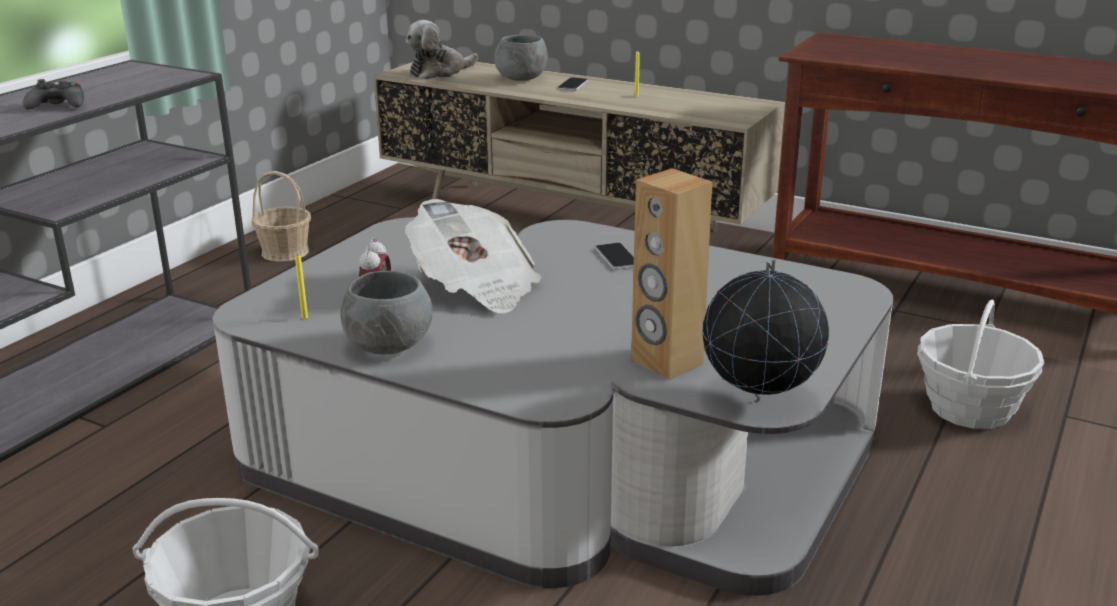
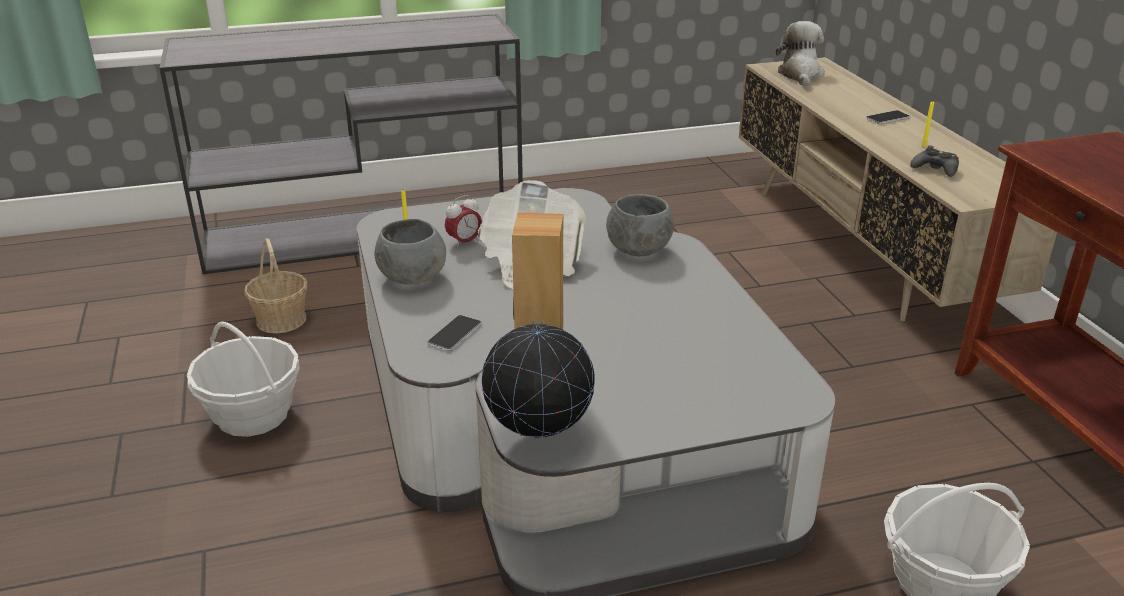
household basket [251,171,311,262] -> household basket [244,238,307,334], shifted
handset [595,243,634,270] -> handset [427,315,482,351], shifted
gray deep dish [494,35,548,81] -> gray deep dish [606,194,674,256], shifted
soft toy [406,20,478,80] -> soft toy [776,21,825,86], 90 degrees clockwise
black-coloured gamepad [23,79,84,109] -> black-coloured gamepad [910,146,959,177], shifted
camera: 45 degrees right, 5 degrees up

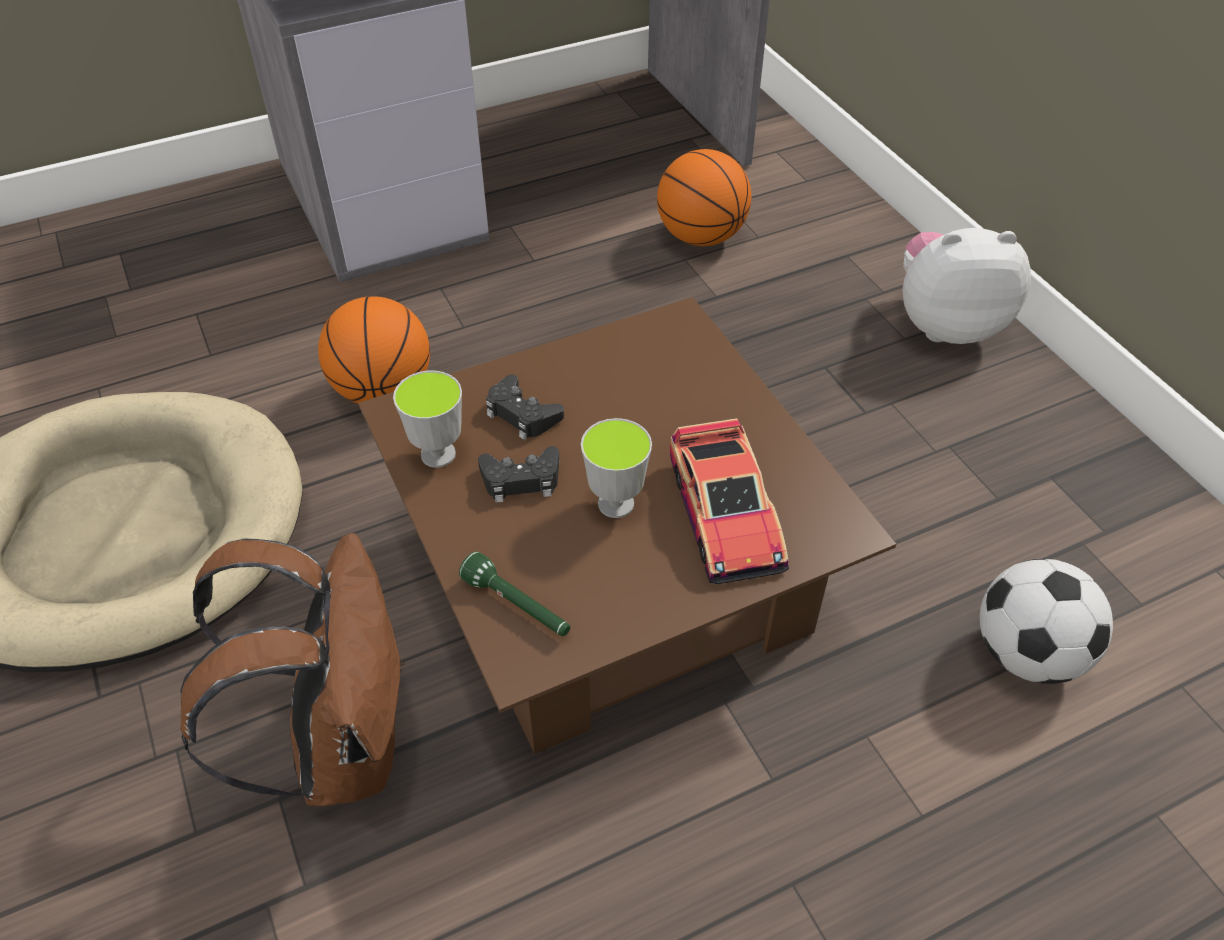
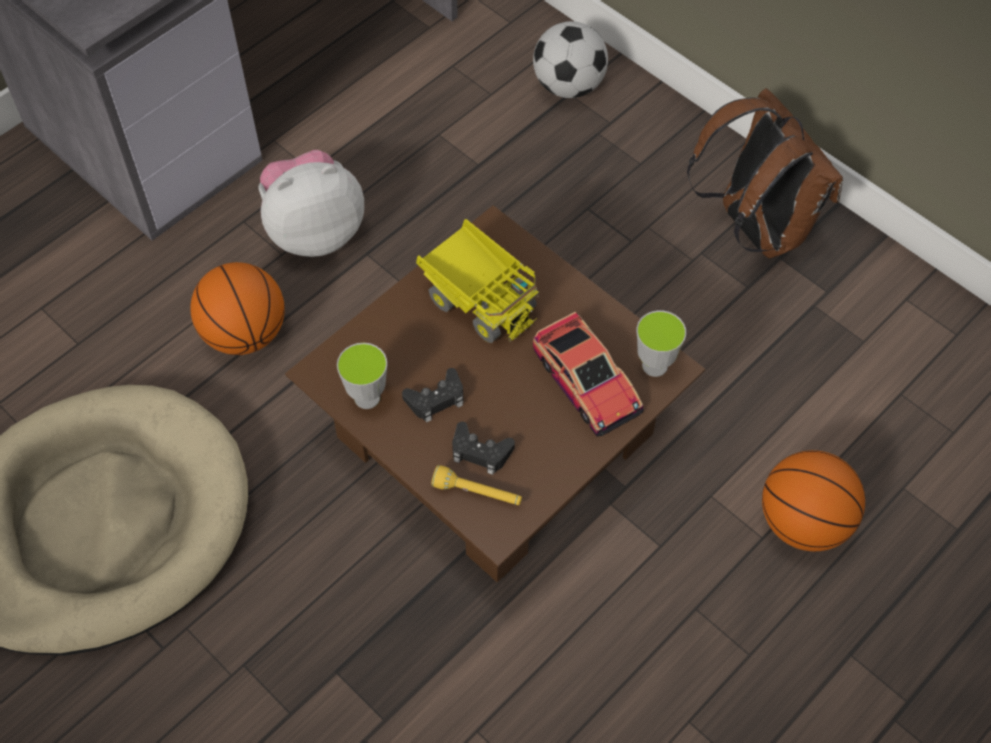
soft toy [902,228,1031,344] -> soft toy [258,150,364,257], shifted
none -> toy truck [416,219,539,343]
greenish torch [459,551,570,636] -> yellow-coloured torch [431,465,522,505]
black-coloured gamepad [486,374,564,440] -> black-coloured gamepad [452,422,515,475], shifted
football ball [980,559,1113,684] -> football ball [533,21,608,98], shifted
cup [581,418,652,518] -> cup [637,310,686,377], shifted
brownish rucksack [180,533,405,806] -> brownish rucksack [687,88,843,258], shifted
basketball ball [657,149,751,246] -> basketball ball [762,450,865,551], shifted
camera: 20 degrees left, 10 degrees up

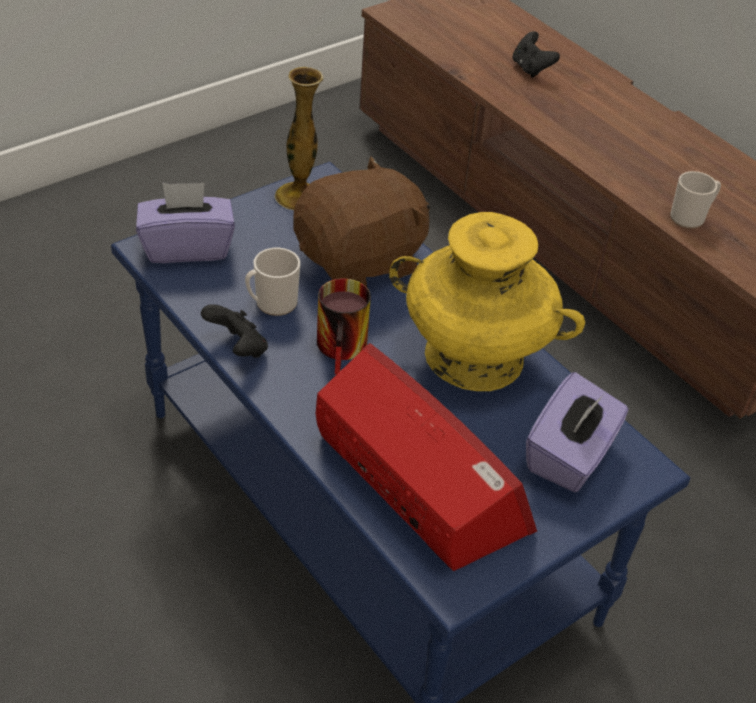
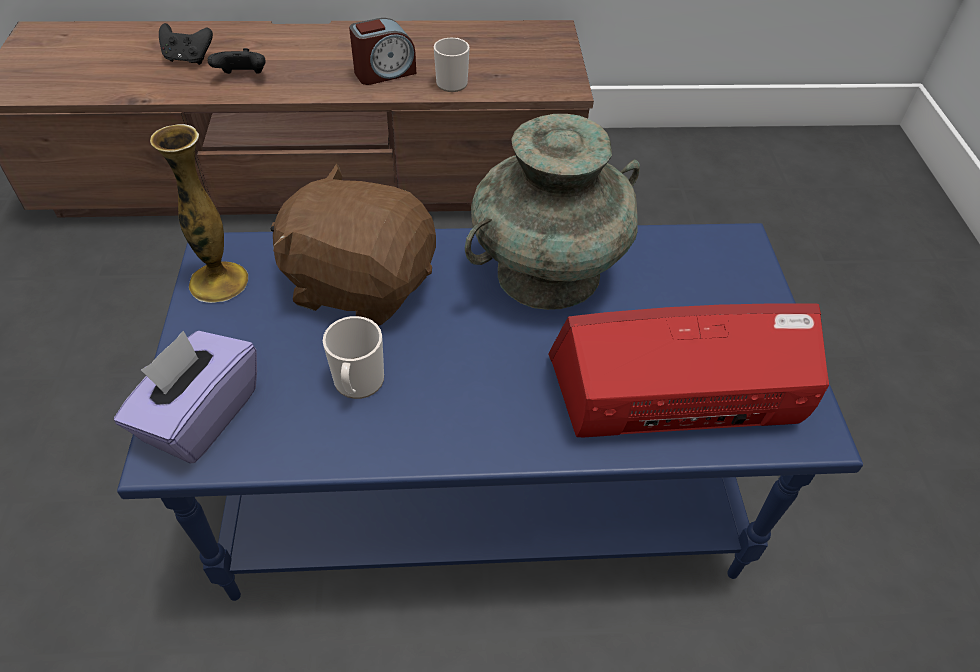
black-coloured gamepad [201,304,268,358] -> black-coloured gamepad [208,48,266,74], shifted
brownish soft toy [293,156,430,287] -> brownish soft toy [270,164,436,326], 75 degrees counterclockwise
none -> bedside clock [349,18,416,85]
yellow-coloured vase [389,212,585,391] -> blue-green vase [465,114,640,310]
tea mug [317,278,371,375] -> none
purple-coloured tissue box [526,372,629,492] -> none
camera: 55 degrees left, 5 degrees up

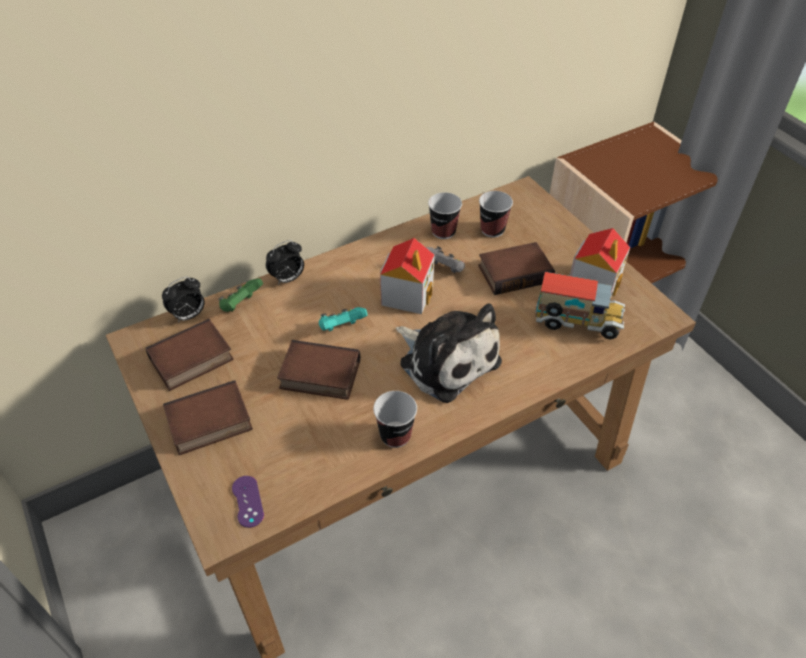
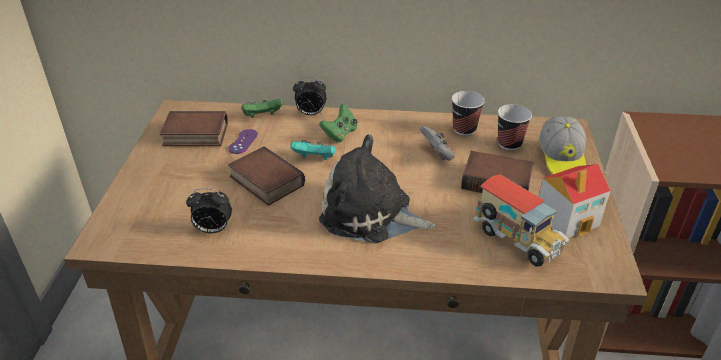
bedside clock [162,277,205,323] -> bedside clock [186,188,232,233], shifted
purple-coloured gamepad [232,476,264,528] -> purple-coloured gamepad [229,129,258,154], shifted
none -> greenish gamepad [319,104,358,142]
soft toy [396,303,502,403] -> soft toy [319,135,435,243], 120 degrees clockwise
none -> baseball cap [539,117,586,174]
book [163,380,253,455] -> none
cup [373,391,417,448] -> none
model house [380,238,435,314] -> none
camera: 35 degrees right, 10 degrees down

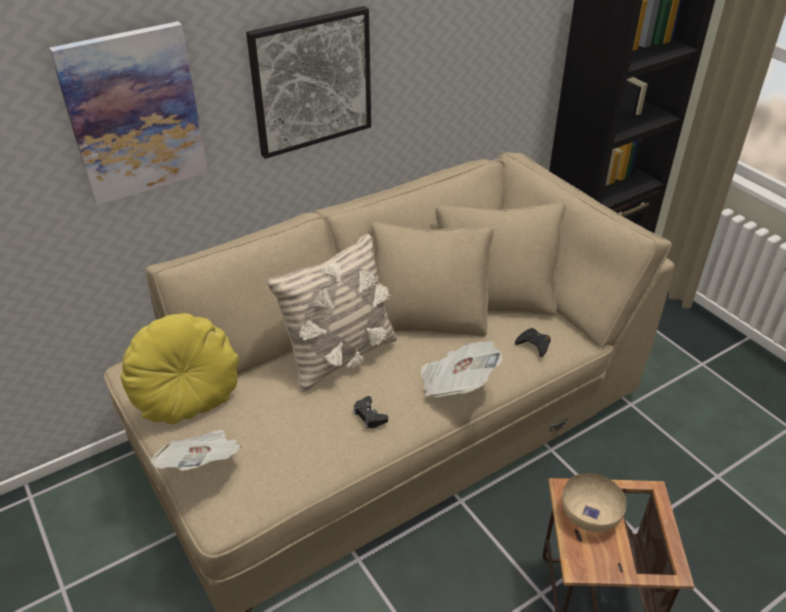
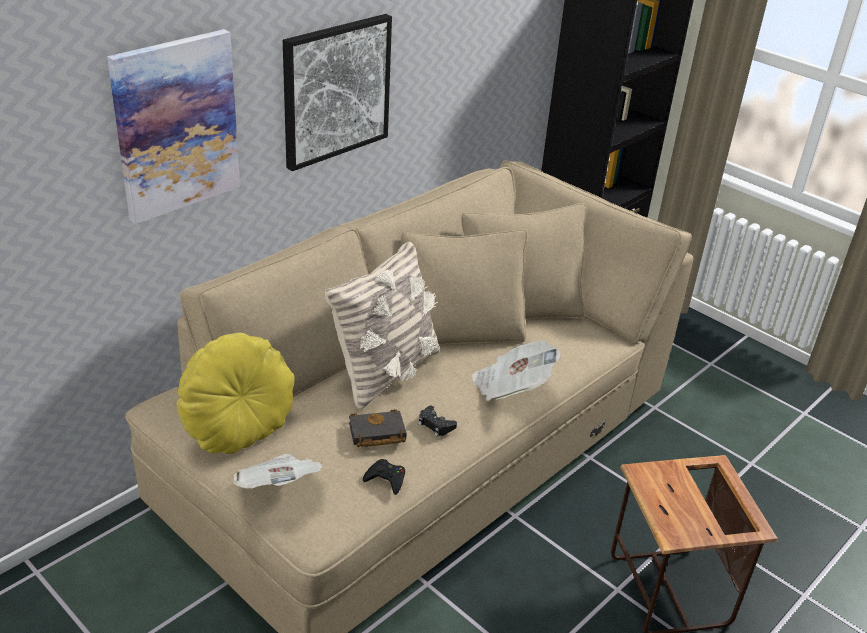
none -> black-coloured book [349,409,407,447]
black-coloured gamepad [515,328,551,357] -> black-coloured gamepad [363,459,405,495], shifted
sand-coloured deep dish [562,473,627,532] -> none
camera: 15 degrees left, 5 degrees down

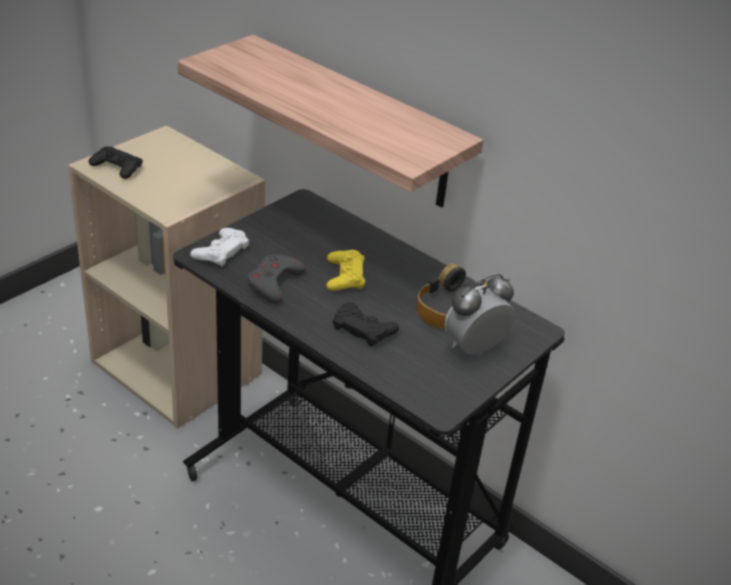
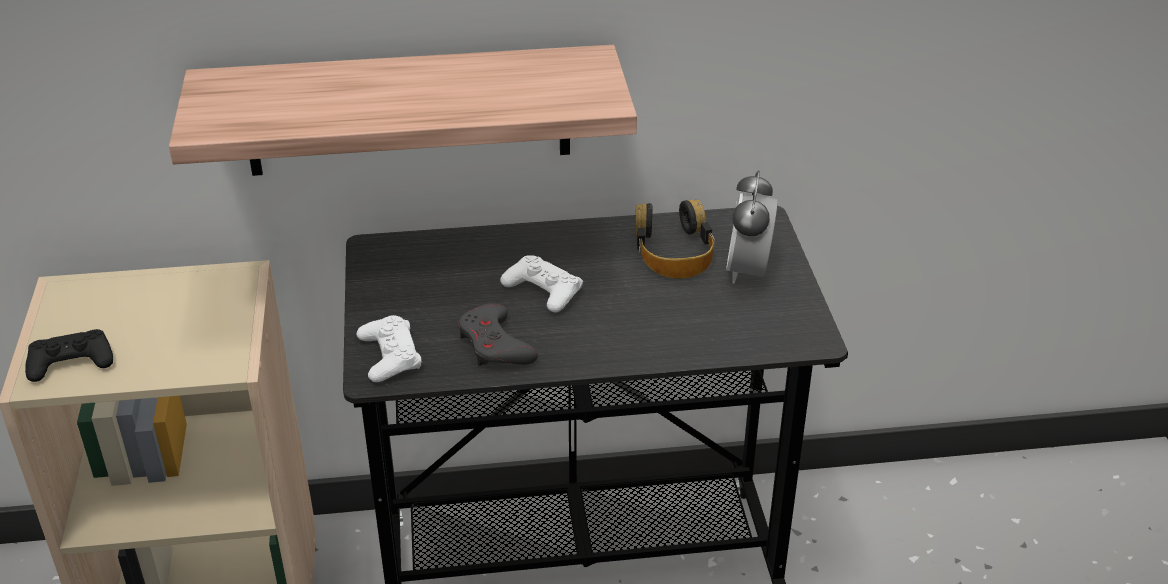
yellow-coloured gamepad [326,250,365,291] -> whitish gamepad [500,255,583,313]
black-coloured gamepad [332,302,399,347] -> none
camera: 45 degrees left, 0 degrees up

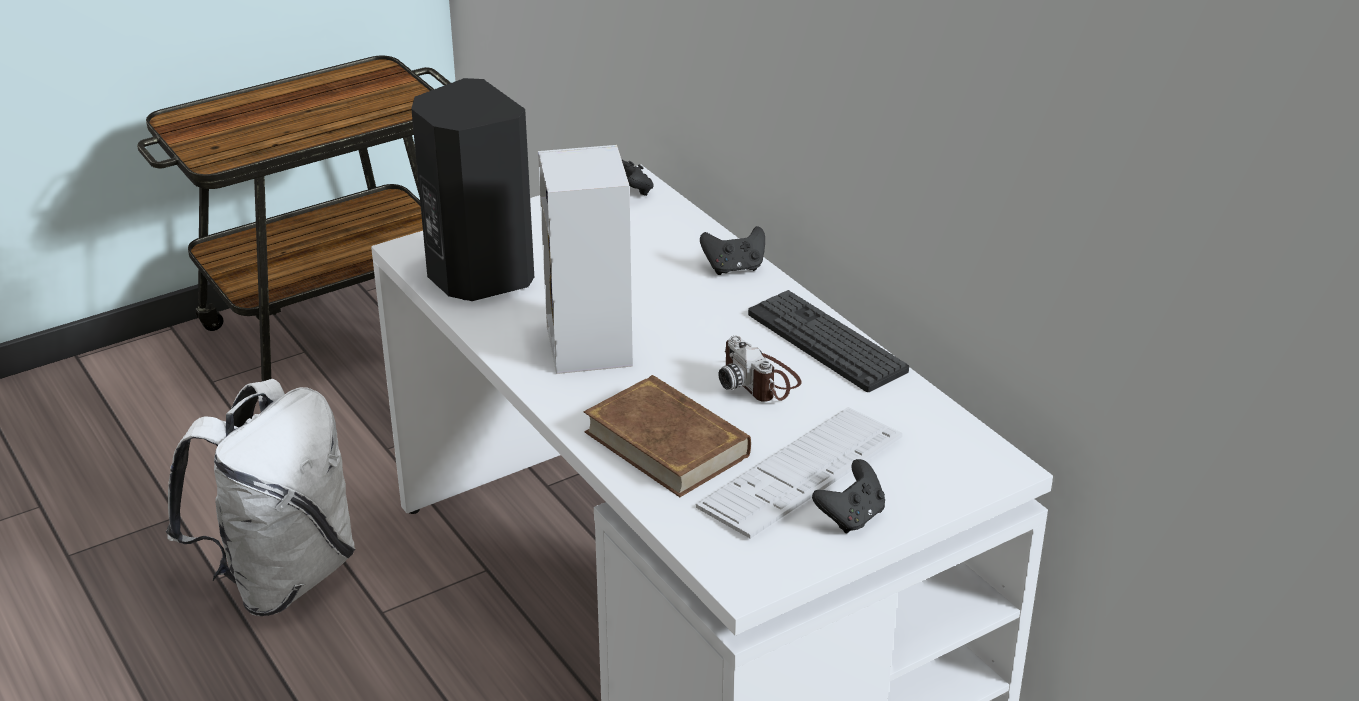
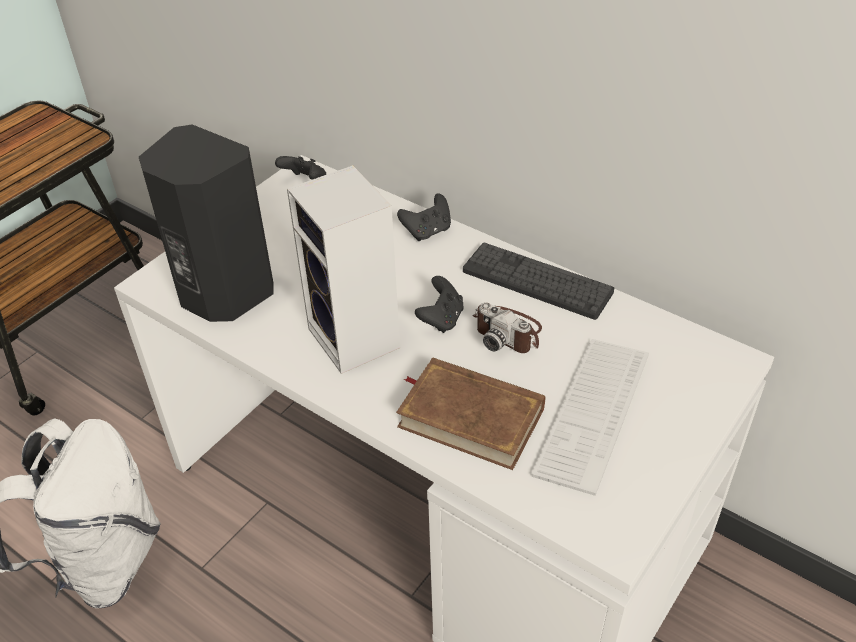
black-coloured gamepad [812,459,885,533] -> black-coloured gamepad [415,276,464,333], shifted
camera: 20 degrees left, 10 degrees up

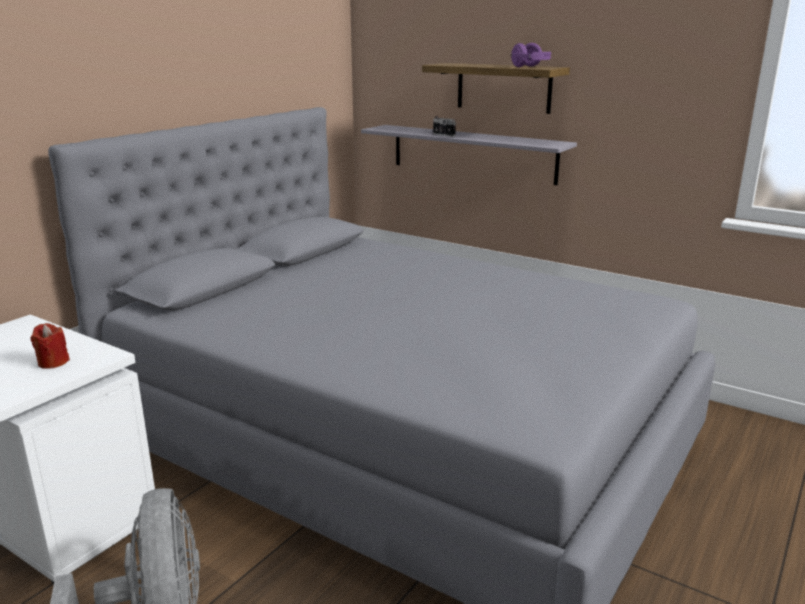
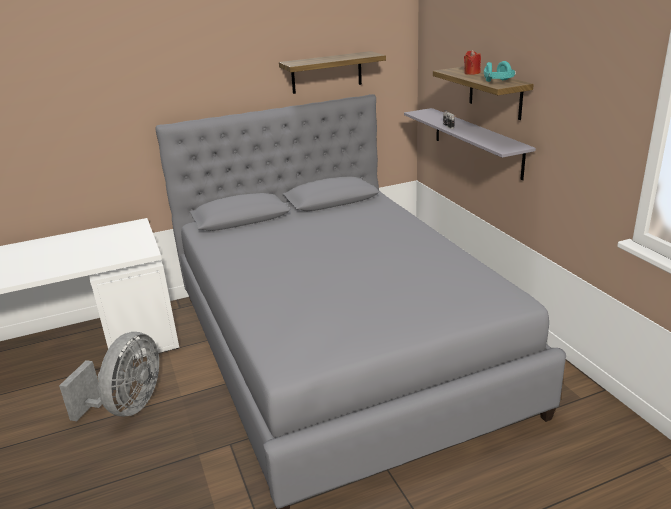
none -> shelf [279,51,386,94]
red wax candle [30,323,70,369] -> red wax candle [464,50,481,75], shifted
purple-coloured headset [511,43,552,67] -> blue-green headset [484,61,516,82]
camera: 35 degrees right, 5 degrees up

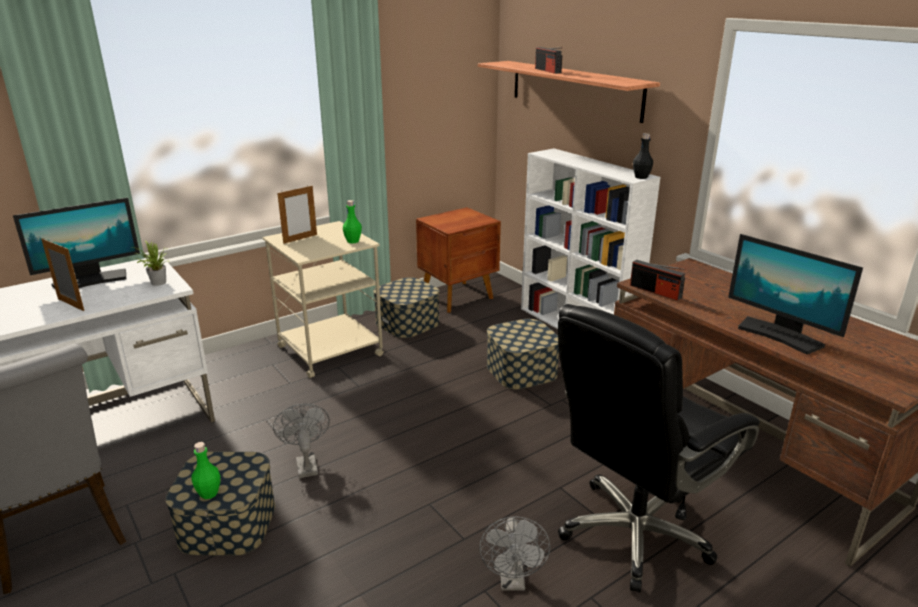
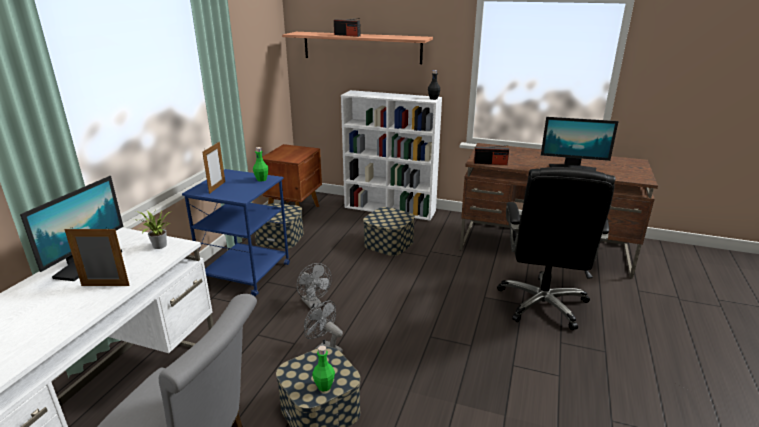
sand-coloured wheeled cart [263,221,384,378] -> blue wheeled cart [182,169,290,296]
gray electric fan [479,516,550,591] -> gray electric fan [297,263,332,309], shifted
camera: 35 degrees left, 0 degrees up

